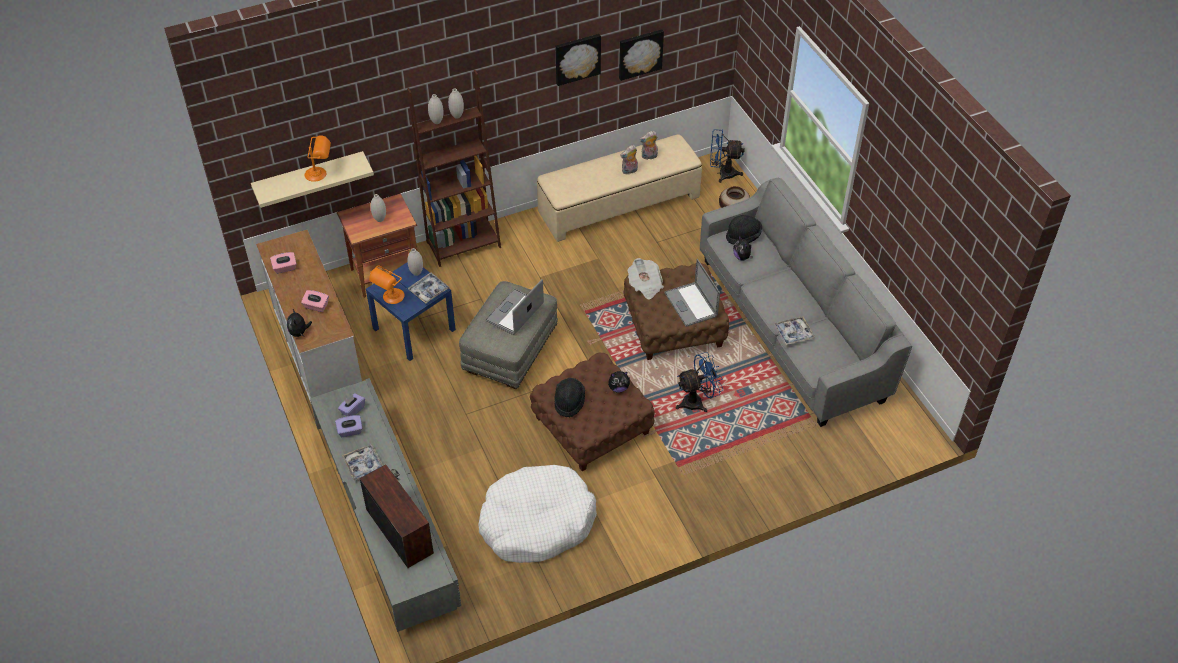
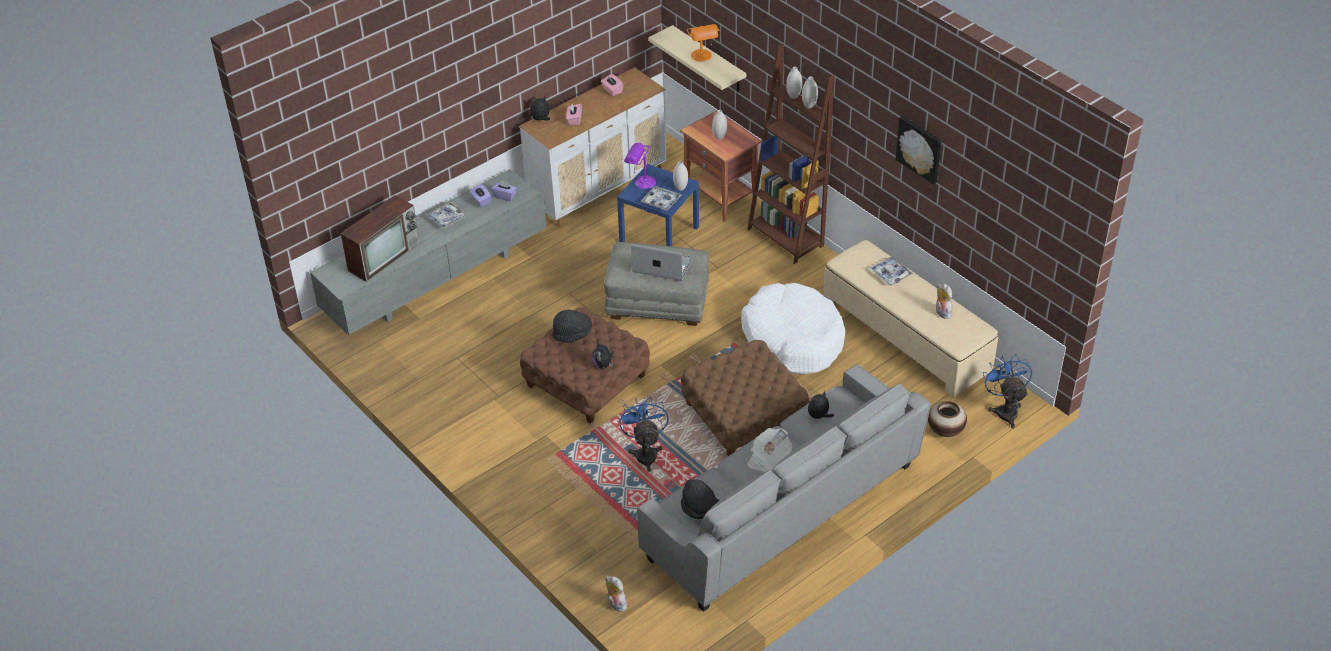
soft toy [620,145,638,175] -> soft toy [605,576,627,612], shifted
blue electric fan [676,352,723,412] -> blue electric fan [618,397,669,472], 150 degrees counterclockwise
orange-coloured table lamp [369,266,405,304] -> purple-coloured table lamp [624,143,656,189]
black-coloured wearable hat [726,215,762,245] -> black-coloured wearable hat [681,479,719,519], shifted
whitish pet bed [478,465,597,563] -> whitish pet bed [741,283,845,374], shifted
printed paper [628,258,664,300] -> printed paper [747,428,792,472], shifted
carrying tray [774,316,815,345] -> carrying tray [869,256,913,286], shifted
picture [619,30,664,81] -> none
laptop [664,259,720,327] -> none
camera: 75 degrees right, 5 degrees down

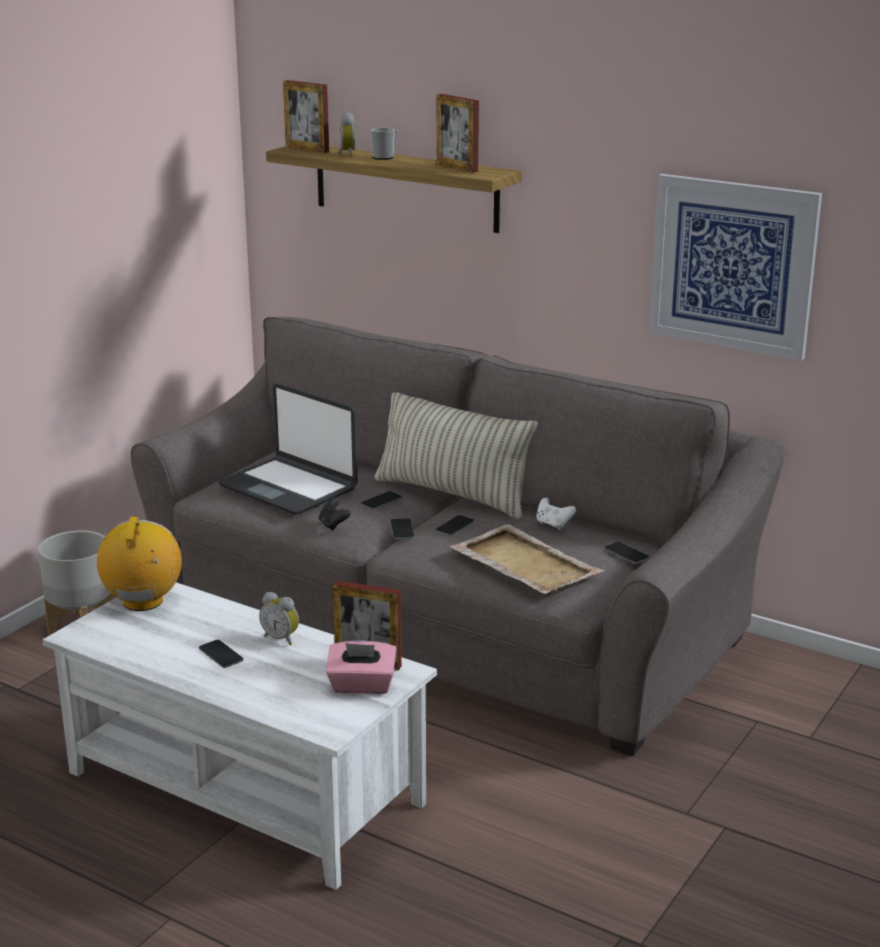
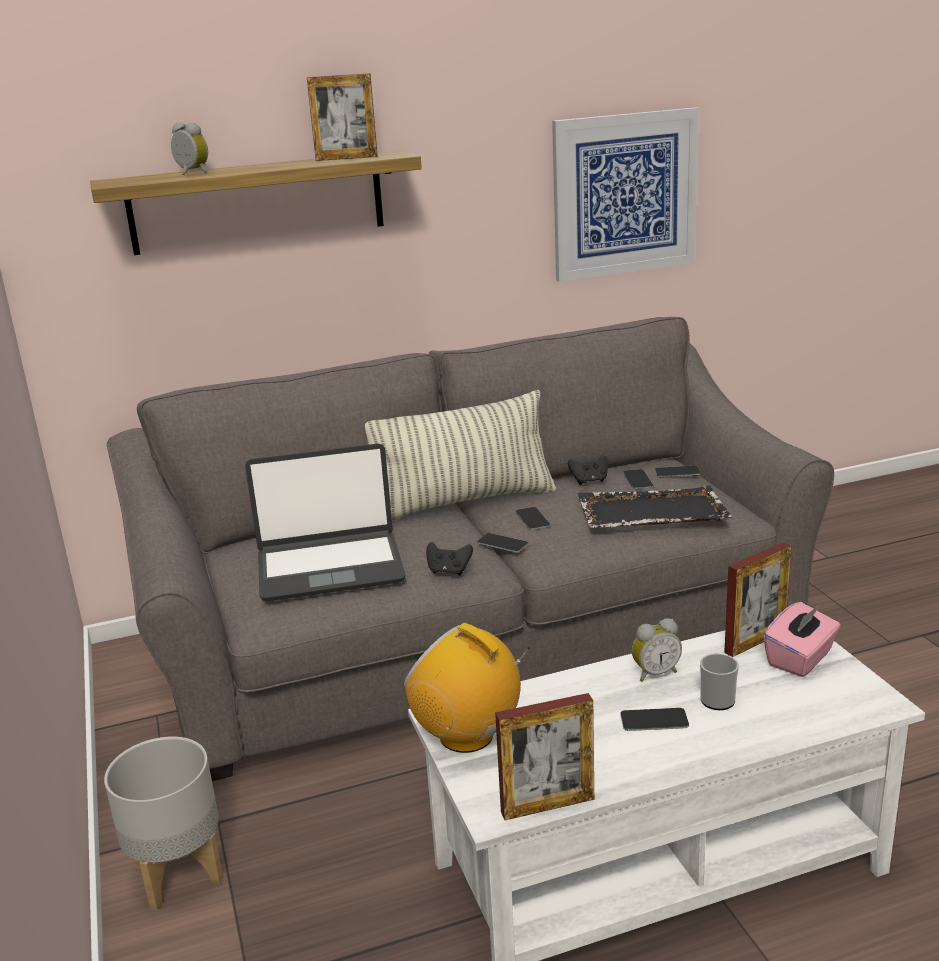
photo frame [283,80,329,153] -> photo frame [495,693,594,820], shifted
whitish gamepad [537,498,576,530] -> black-coloured gamepad [568,455,608,485]
sand-coloured carrying tray [450,524,604,594] -> black-coloured carrying tray [578,486,732,528]
handset [360,491,402,510] -> handset [623,469,653,489], shifted
tea mug [371,128,398,160] -> tea mug [700,653,739,710], shifted
camera: 50 degrees left, 0 degrees up

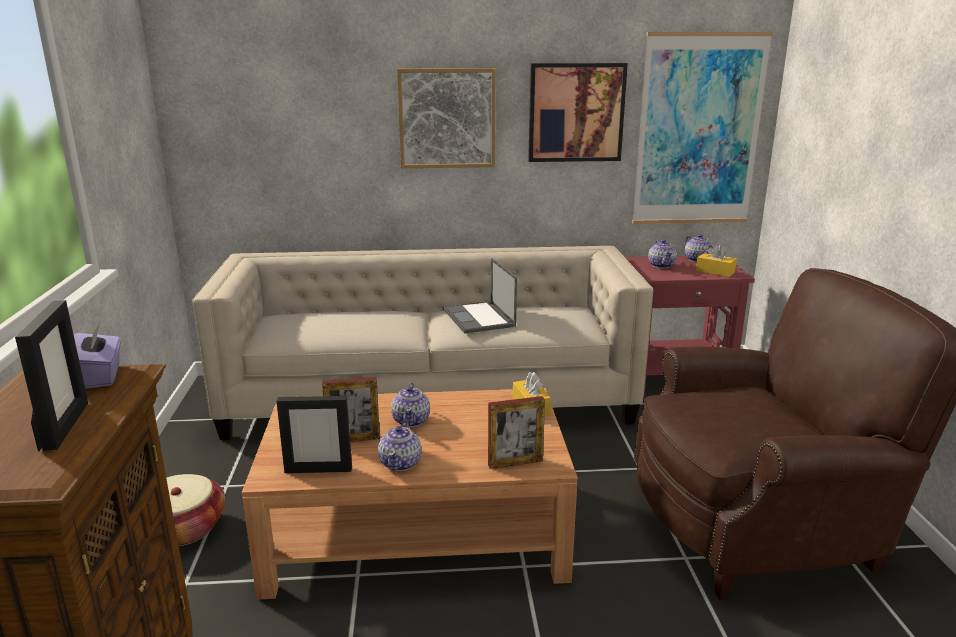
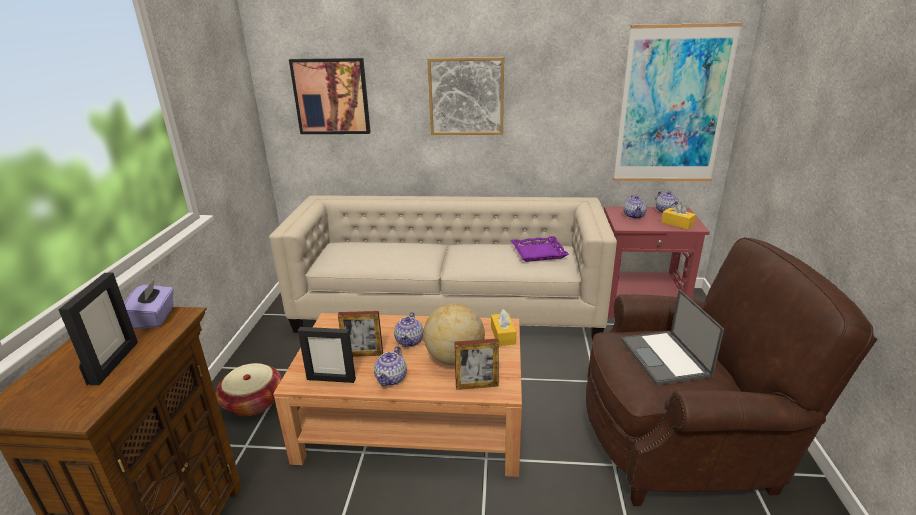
picture [528,63,628,162] -> picture [289,58,371,134], shifted
none -> globe [423,303,485,366]
none -> purple-coloured carrying tray [511,236,569,262]
laptop [444,258,517,334] -> laptop [621,289,724,385], shifted
camera: 10 degrees right, 5 degrees up

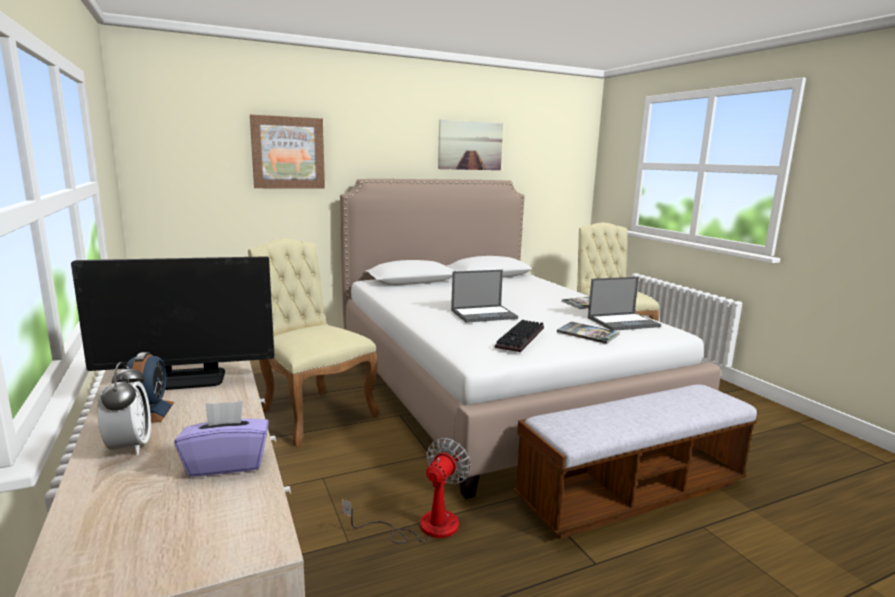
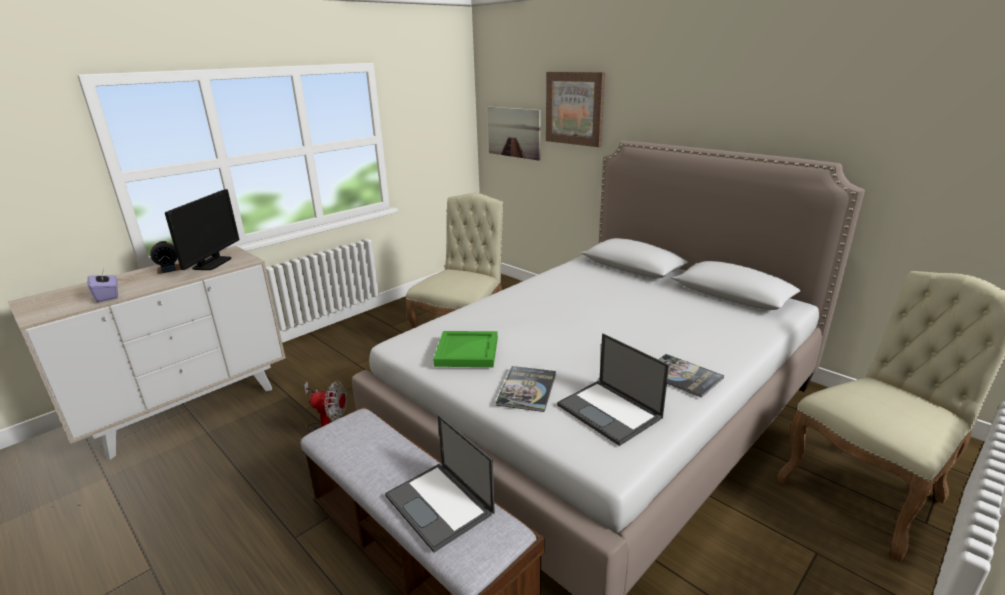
computer display [71,256,274,390] -> computer display [165,189,239,270], 135 degrees counterclockwise
laptop [451,270,518,323] -> laptop [385,415,495,553], shifted
PC keyboard [495,320,544,352] -> greenish carrying tray [433,331,498,367]
picture [438,119,503,170] -> picture [487,106,541,160], shifted
bedside clock [98,362,151,455] -> none
camera: 70 degrees right, 10 degrees up

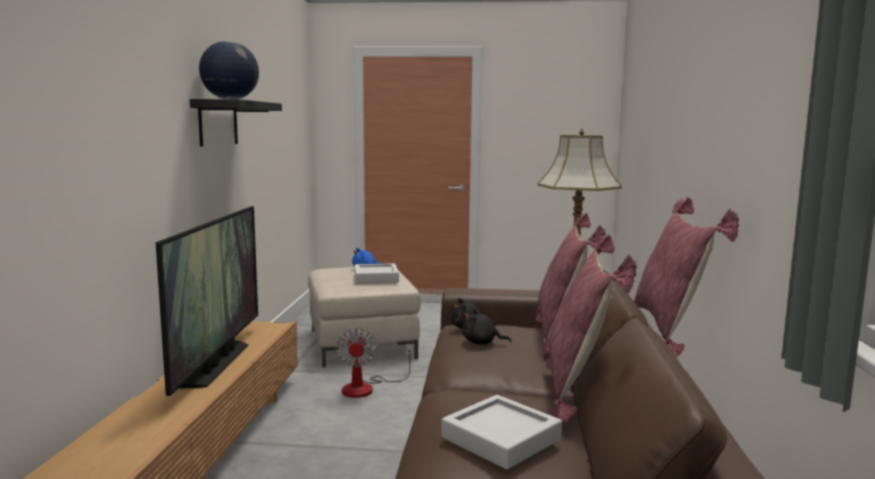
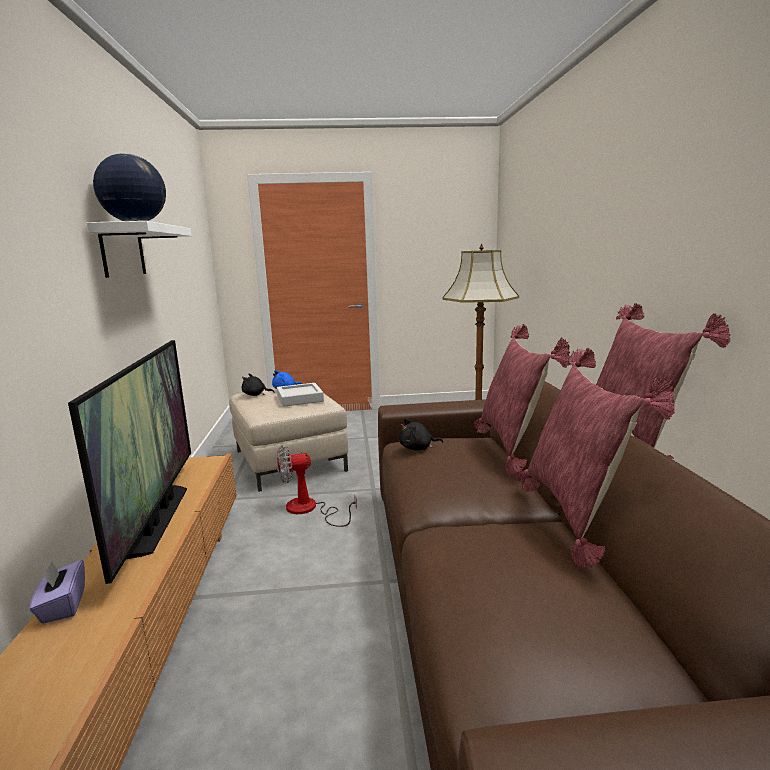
none -> purple-coloured tissue box [29,560,85,624]
black-coloured shelf [190,99,282,146] -> whitish shelf [87,221,191,278]
black-coloured soft toy [462,309,512,345] -> black-coloured soft toy [242,373,274,396], shifted
electric fan [336,328,413,398] -> electric fan [277,445,357,527], 90 degrees clockwise
gray carrying tray [441,395,562,469] -> none
camera: 10 degrees left, 5 degrees up

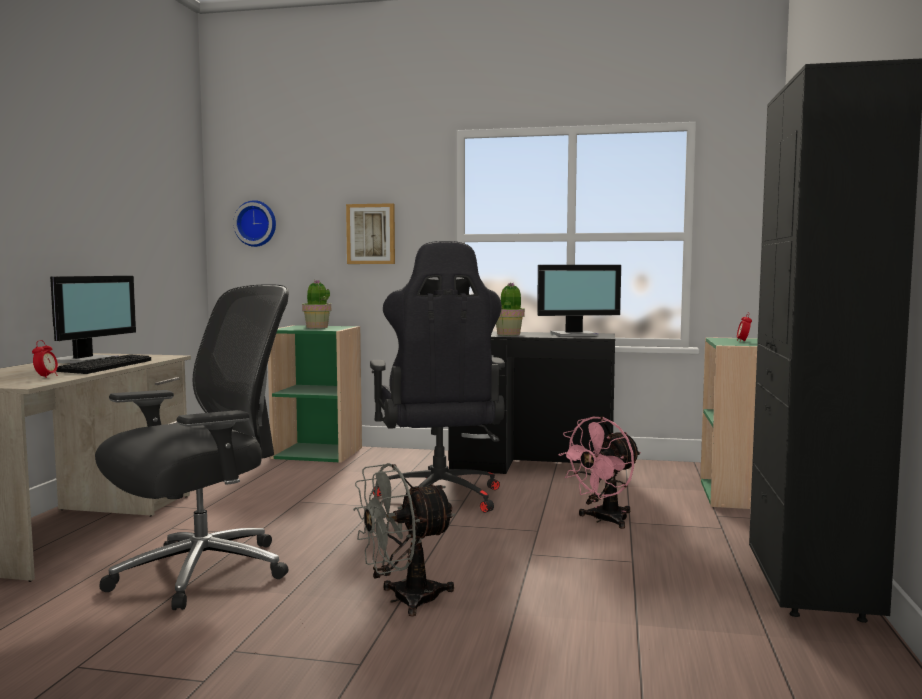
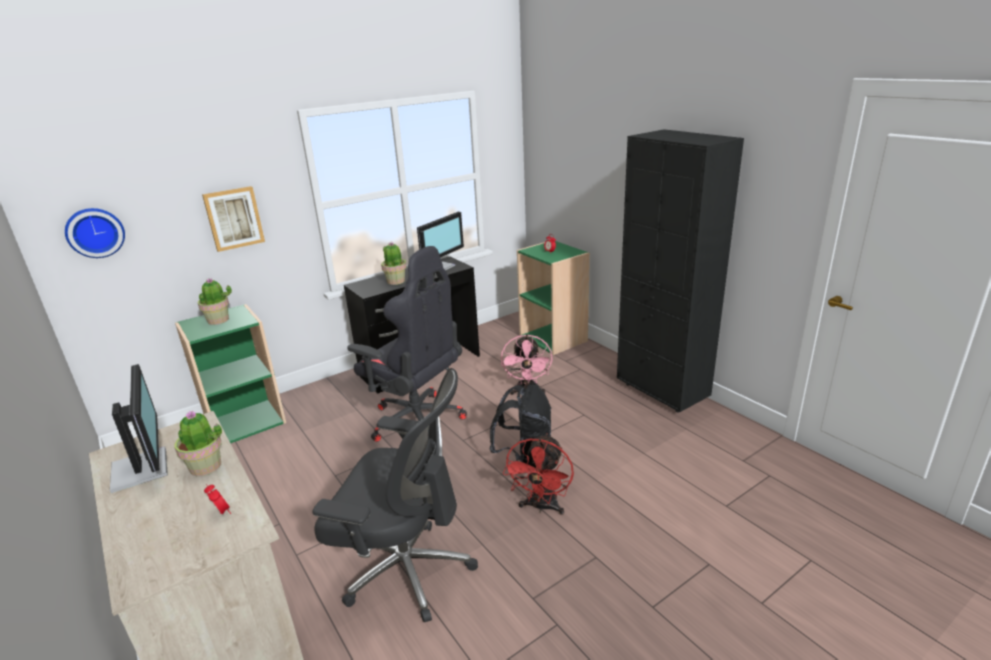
PC keyboard [56,354,151,374] -> plant in a pot [175,410,222,476]
desk chair [95,284,289,610] -> desk chair [312,368,478,622], 105 degrees clockwise
none -> black-coloured rucksack [489,385,552,466]
gray electric fan [353,463,456,616] -> red electric fan [503,433,574,515]
camera: 45 degrees left, 20 degrees up

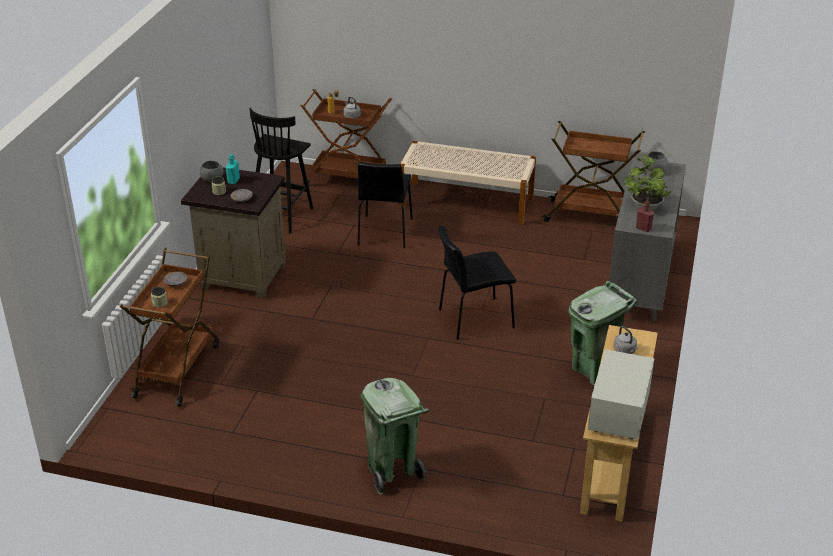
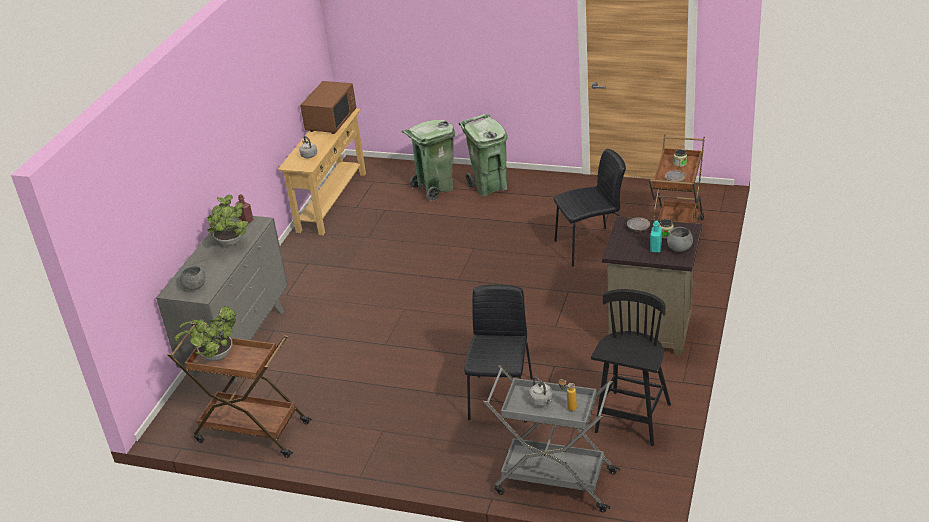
none -> plant in a pot [174,306,236,361]
whitish microwave oven [588,349,655,440] -> brownish microwave oven [300,81,356,134]
greenish waste bin [568,281,637,386] -> greenish waste bin [402,120,455,201], shifted
brownish wheeled cart [300,89,393,186] -> gray wheeled cart [483,365,620,512]
black-coloured upright chair [438,225,516,340] -> black-coloured upright chair [554,149,626,266], shifted
sand-coloured bench [399,140,536,225] -> none
camera: 175 degrees left, 0 degrees up

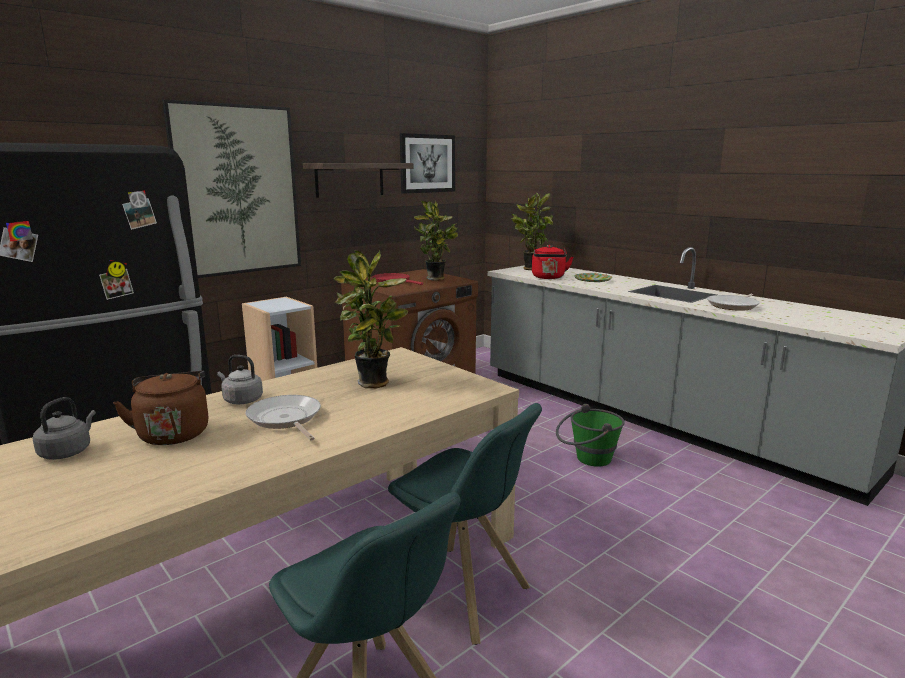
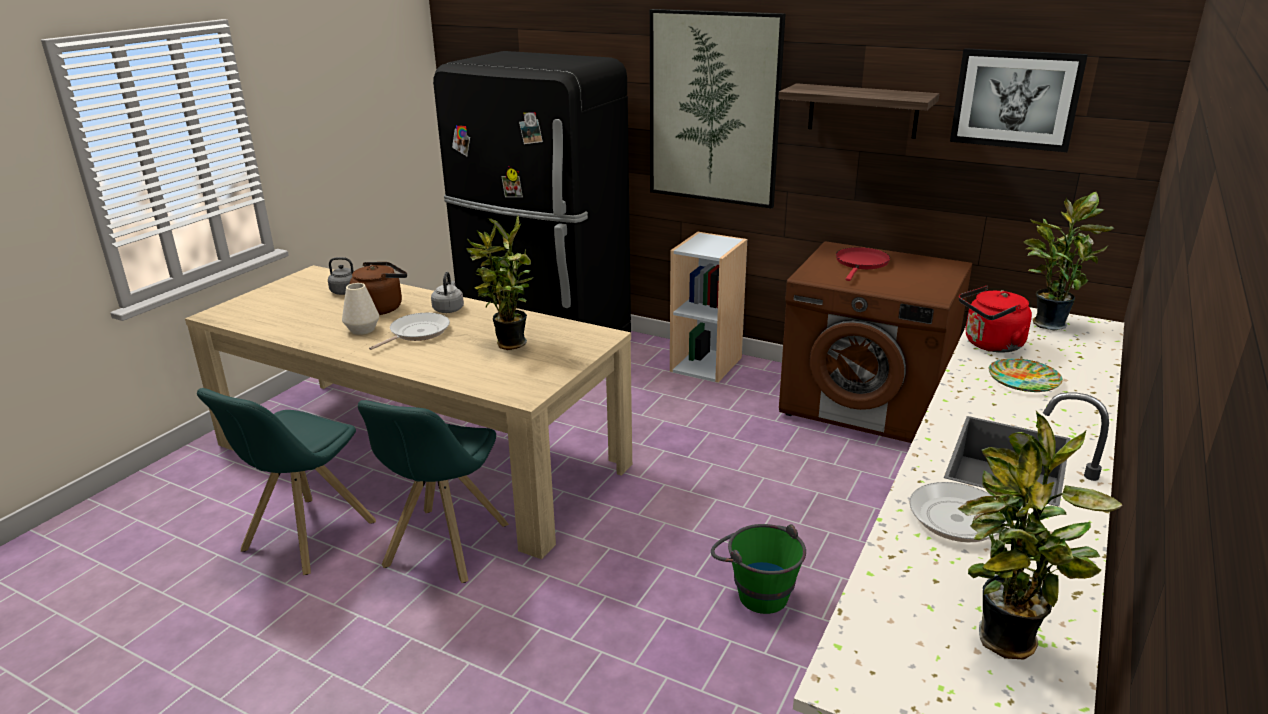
none -> whitish vase [342,283,379,335]
plant in a pot [414,201,458,281] -> plant in a pot [957,411,1122,659], shifted
camera: 70 degrees right, 10 degrees up

